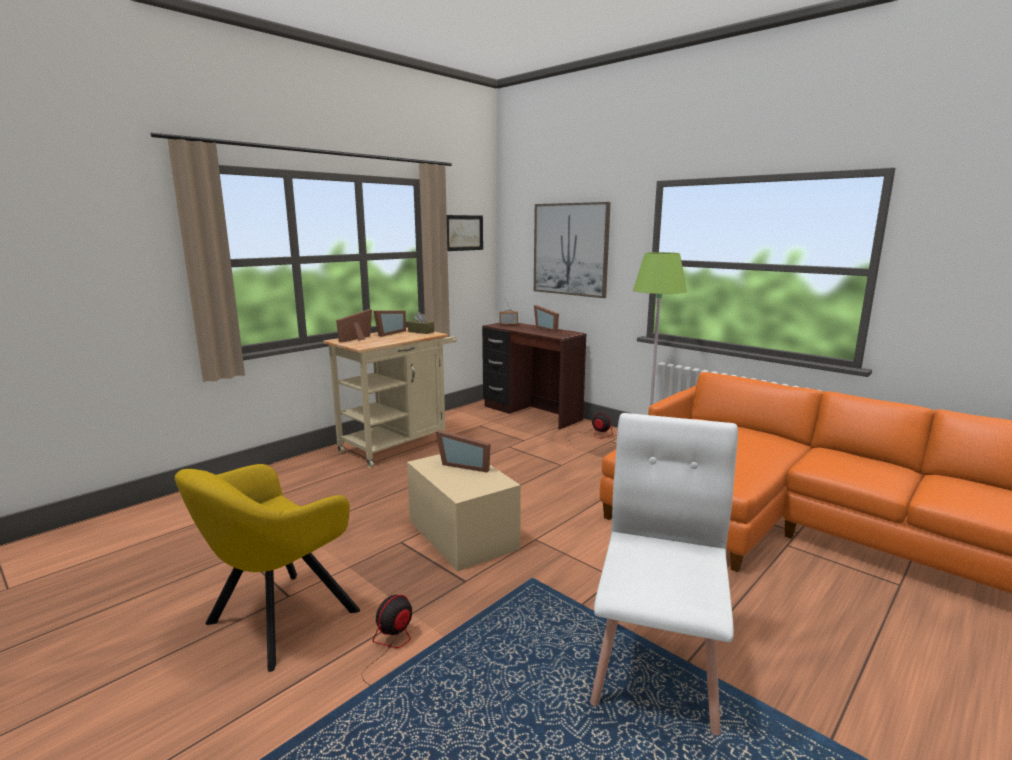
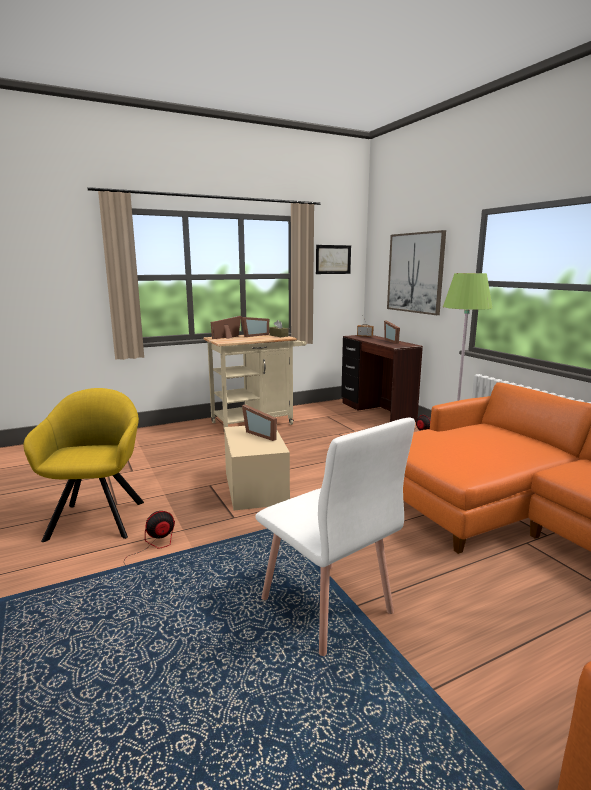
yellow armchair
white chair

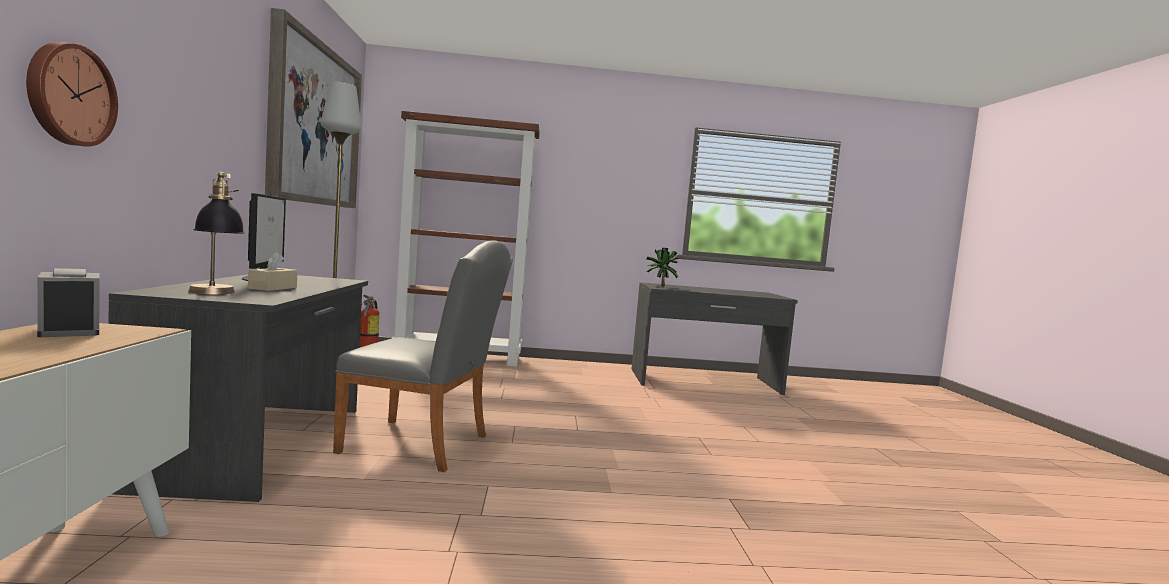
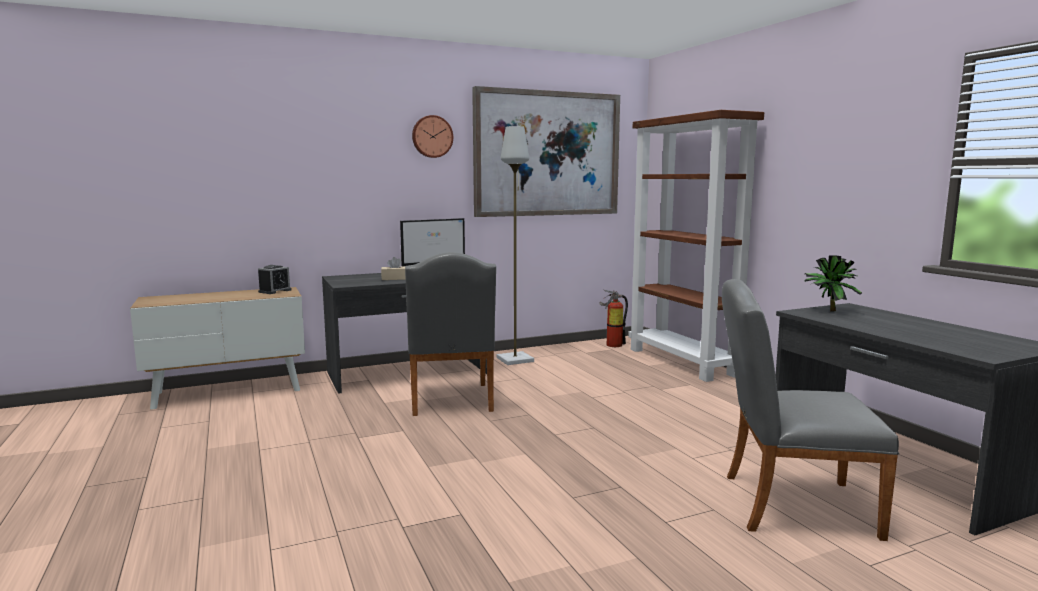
table lamp
grey chair (no. 2 from left)
wall clock

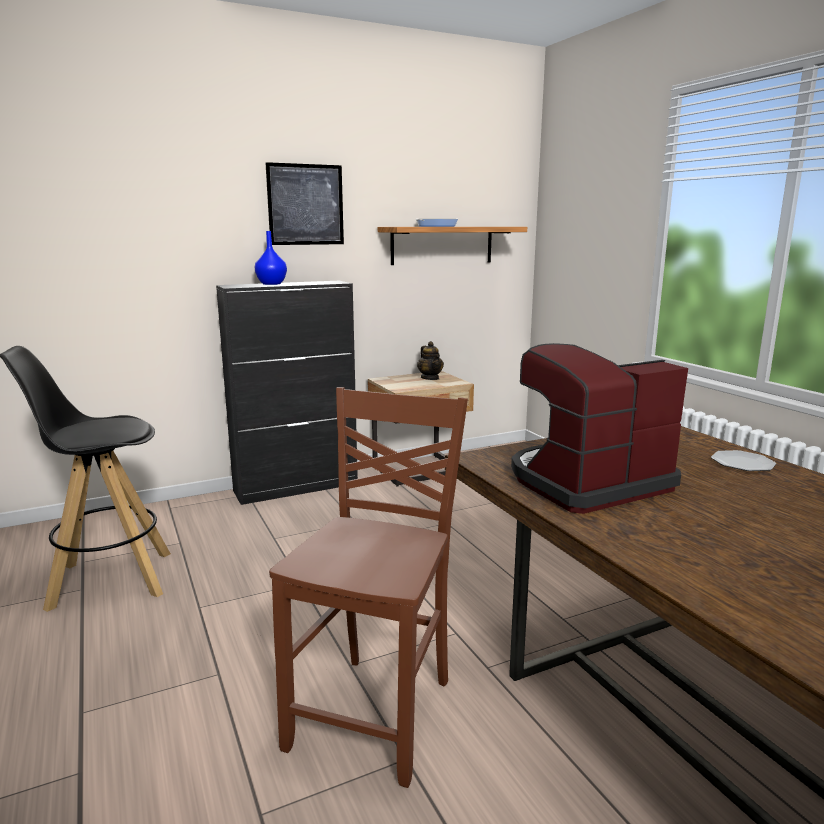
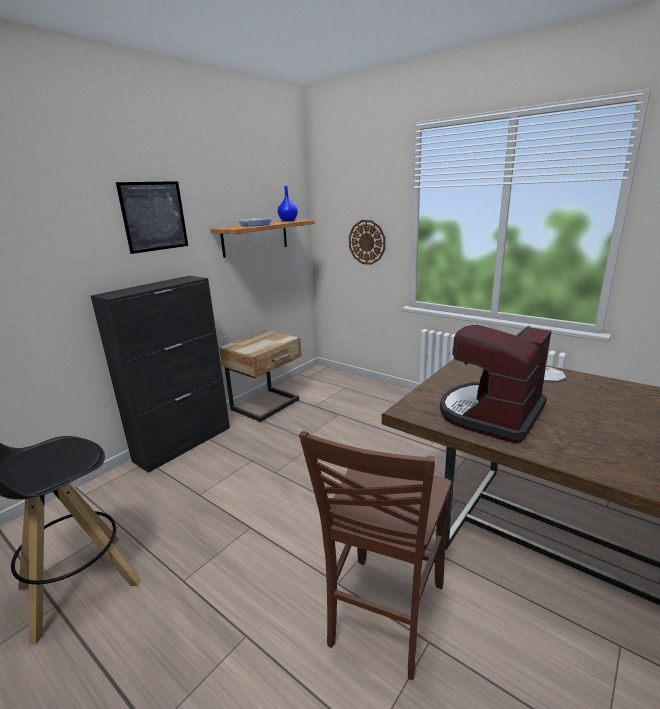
teapot
wall clock
blue vase
brown chair

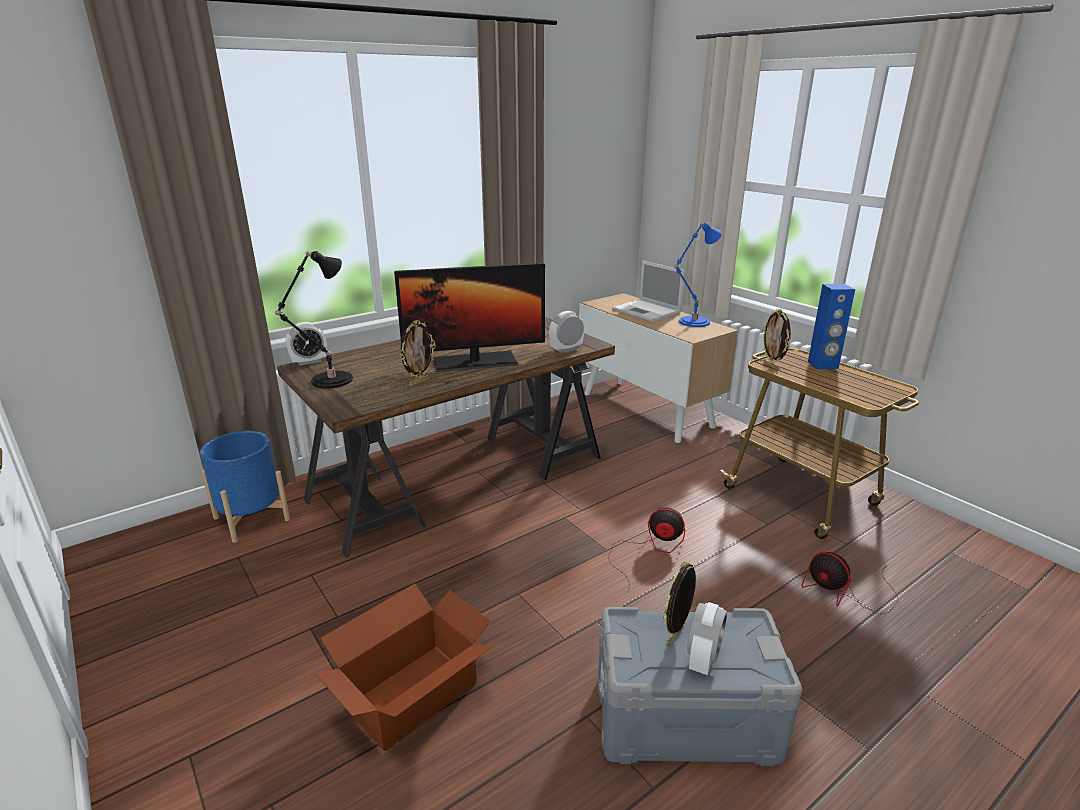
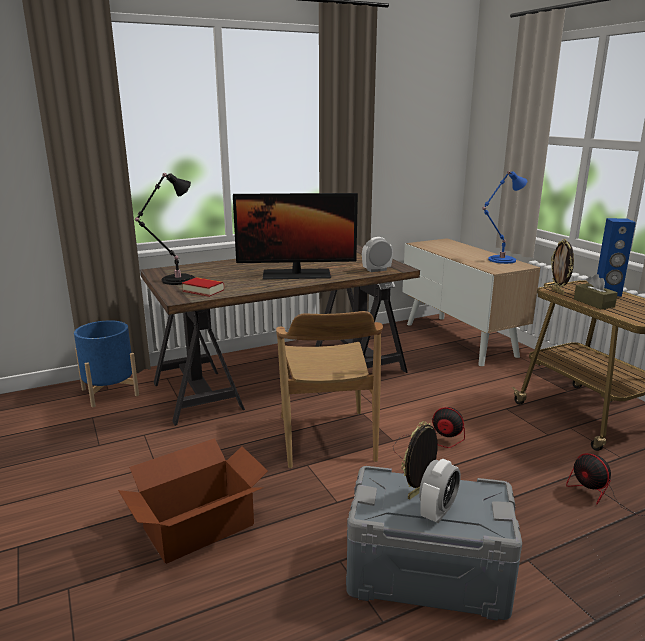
alarm clock (no. 1 from left in the first image)
picture frame (no. 1 from left in the first image)
laptop
book
brown chair
brown tissue box

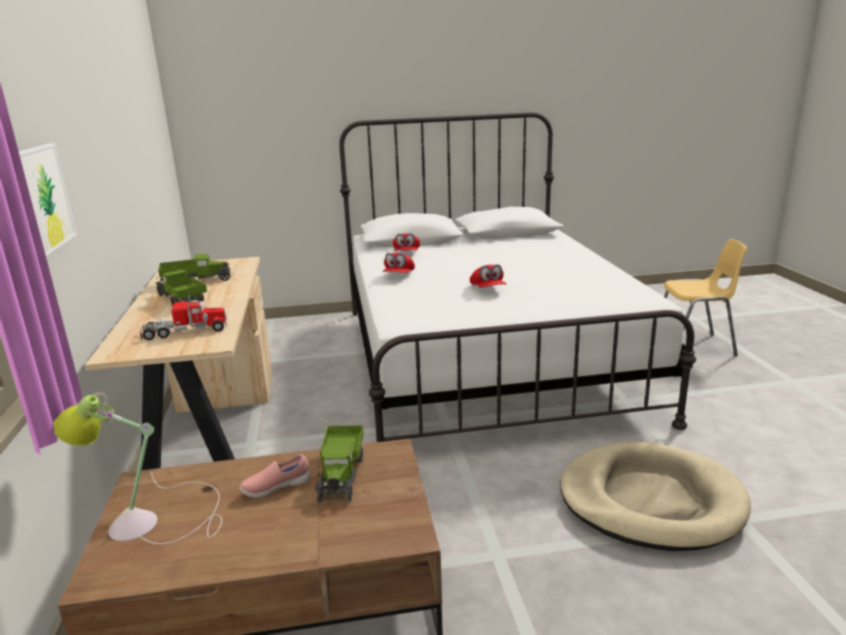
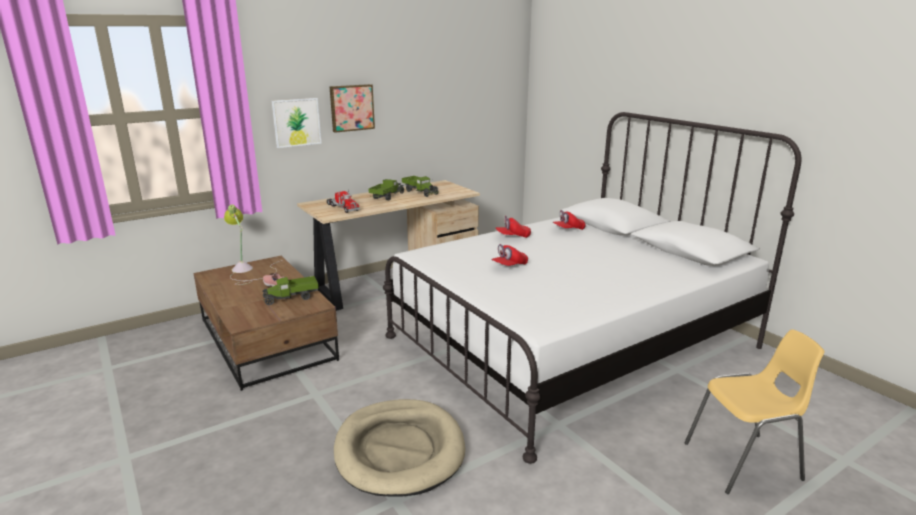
picture (no. 2 from left)
yellow chair

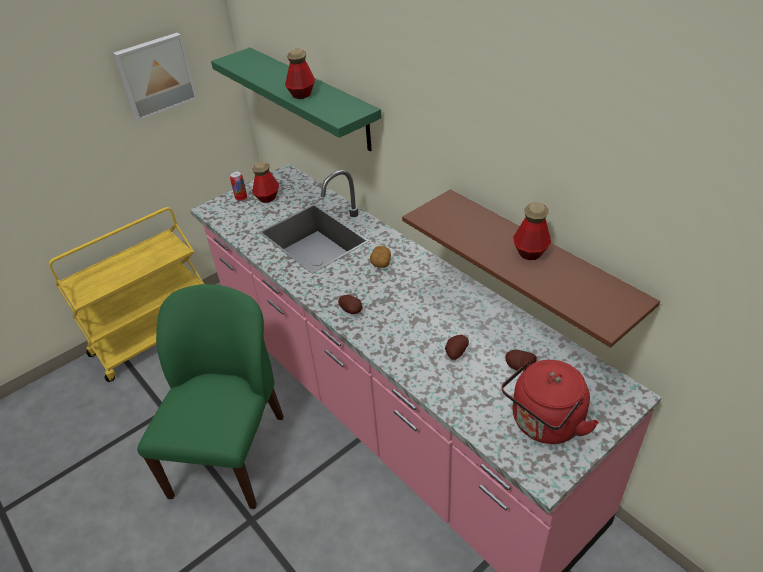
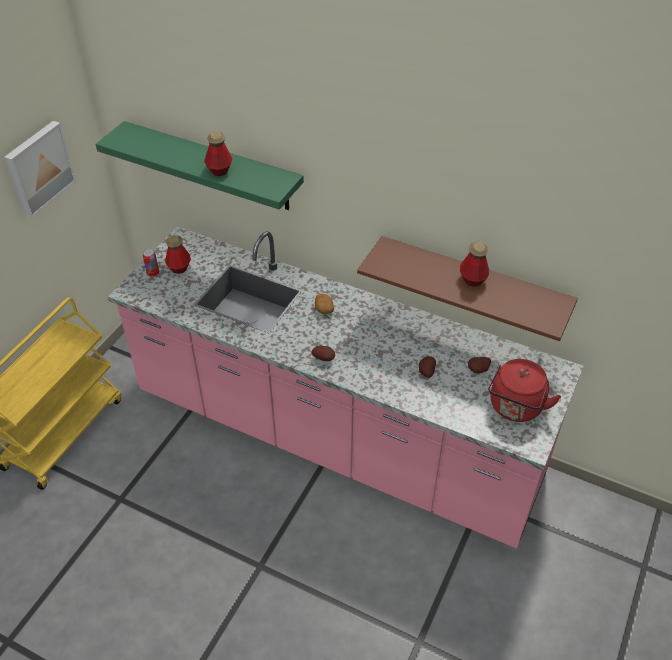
green chair

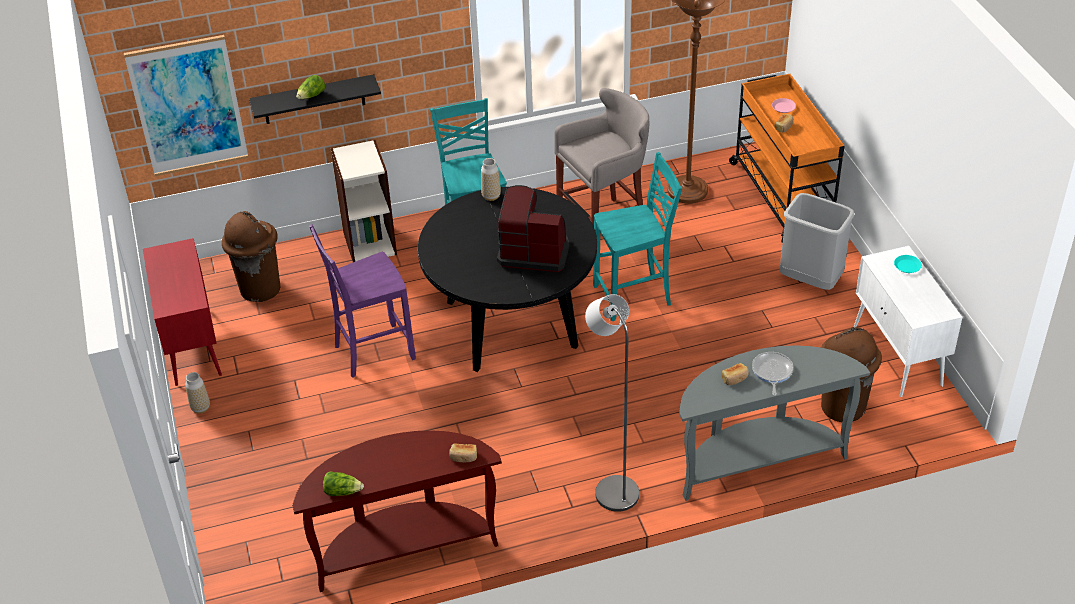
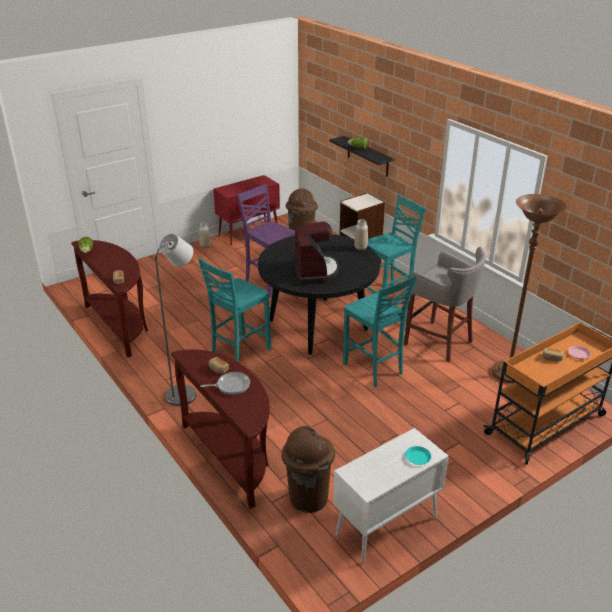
picture
grey trash can
turquoise chair (no. 1 from left)
brown console table (no. 2 from left)

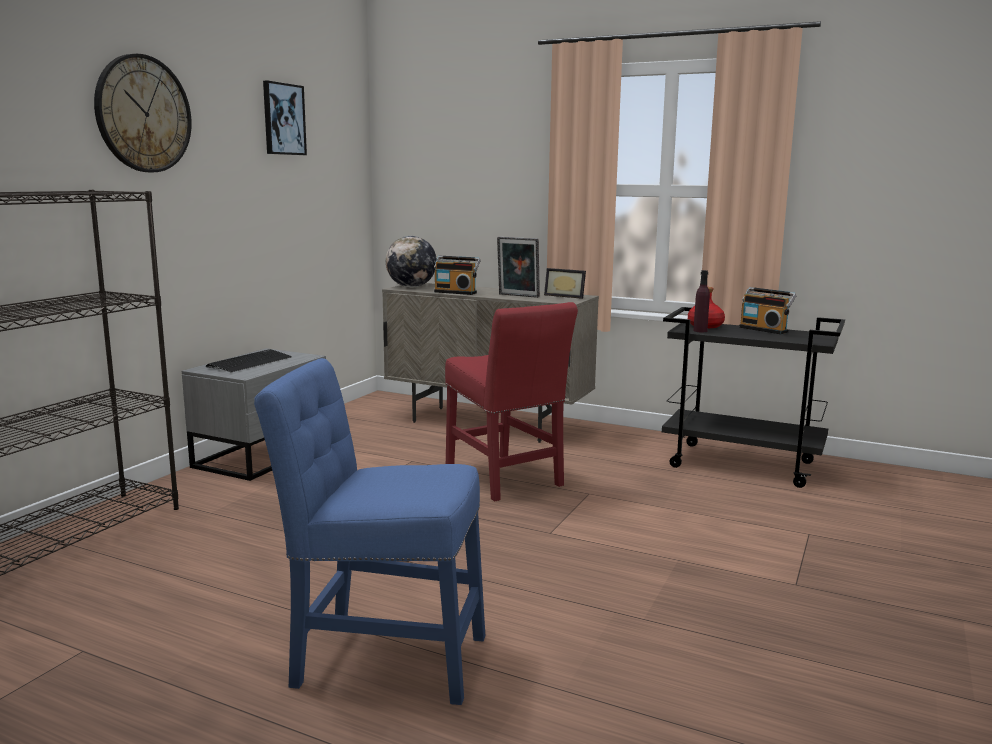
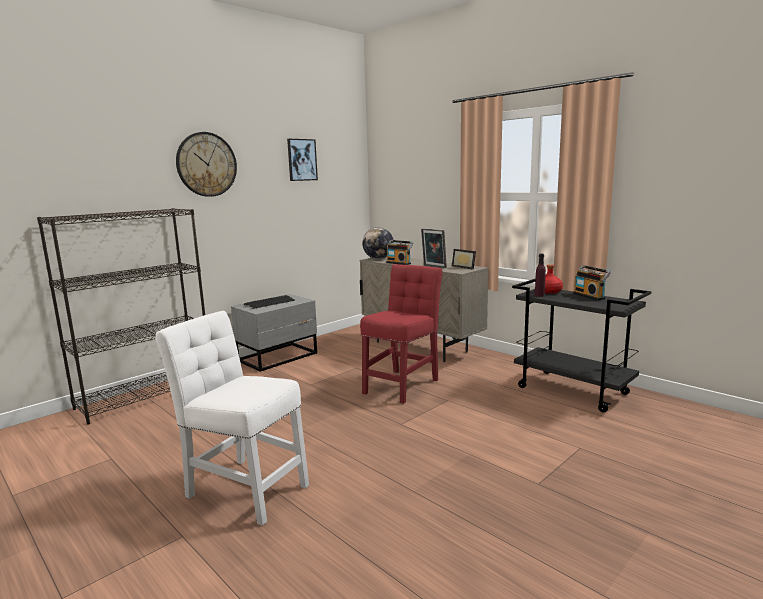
white chair
red chair

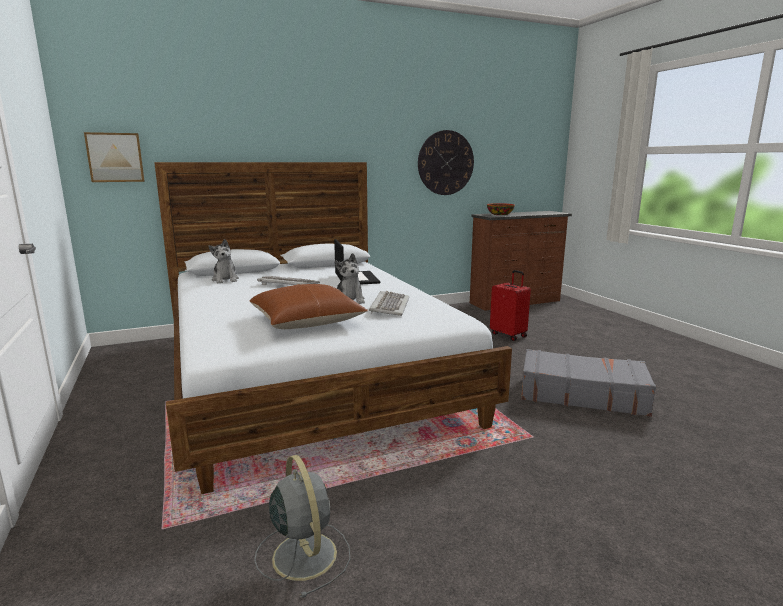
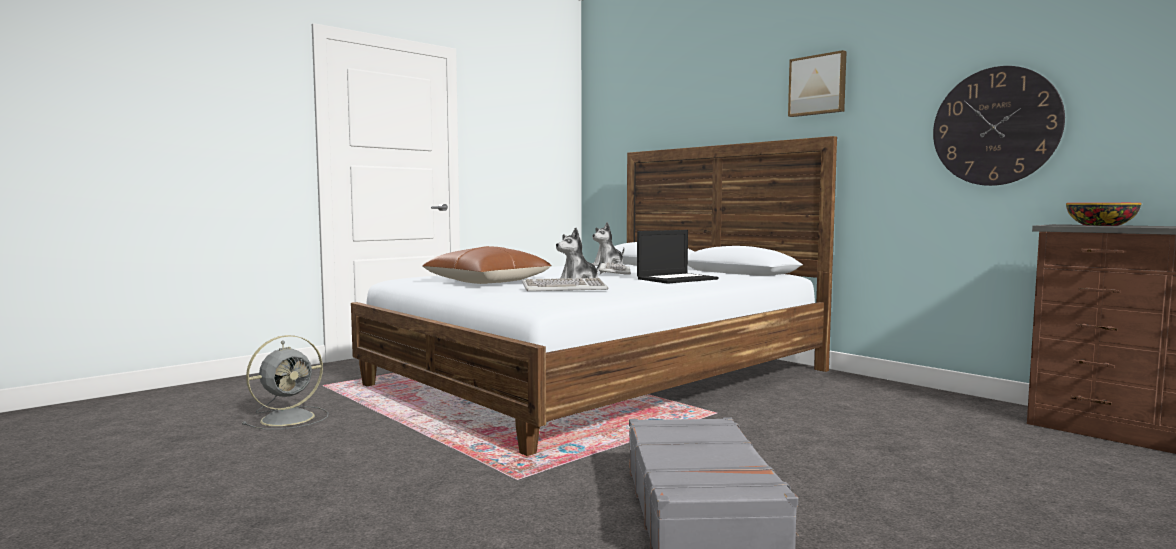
red suitcase
picture

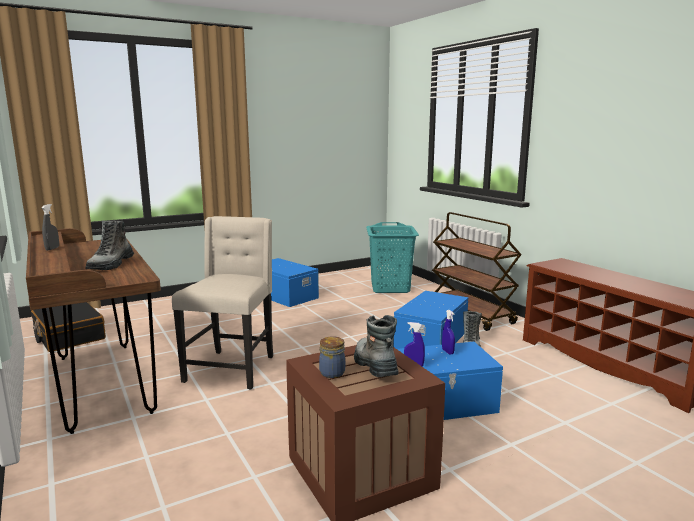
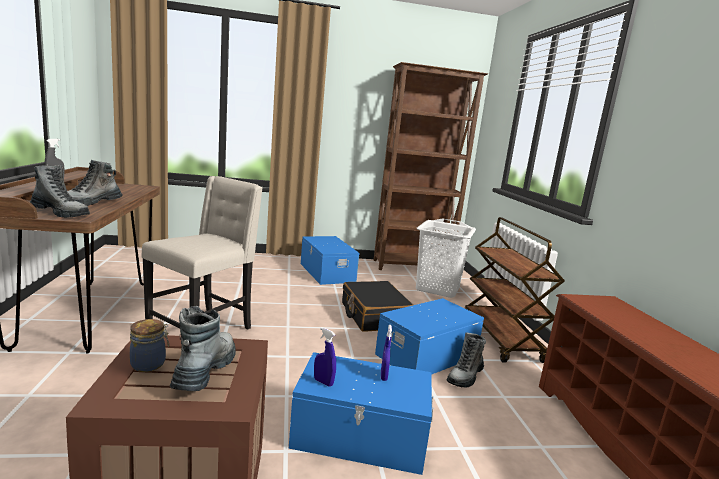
boot (no. 1 from left)
brown bookcase
black suitcase
white laundry basket

